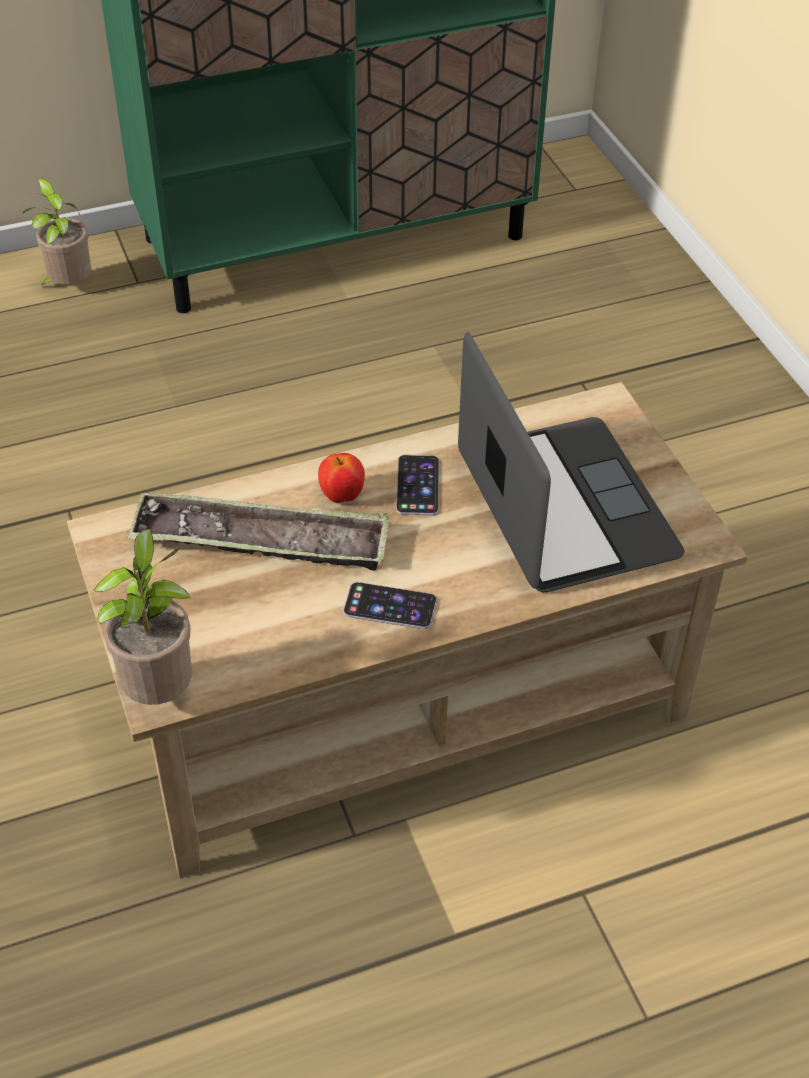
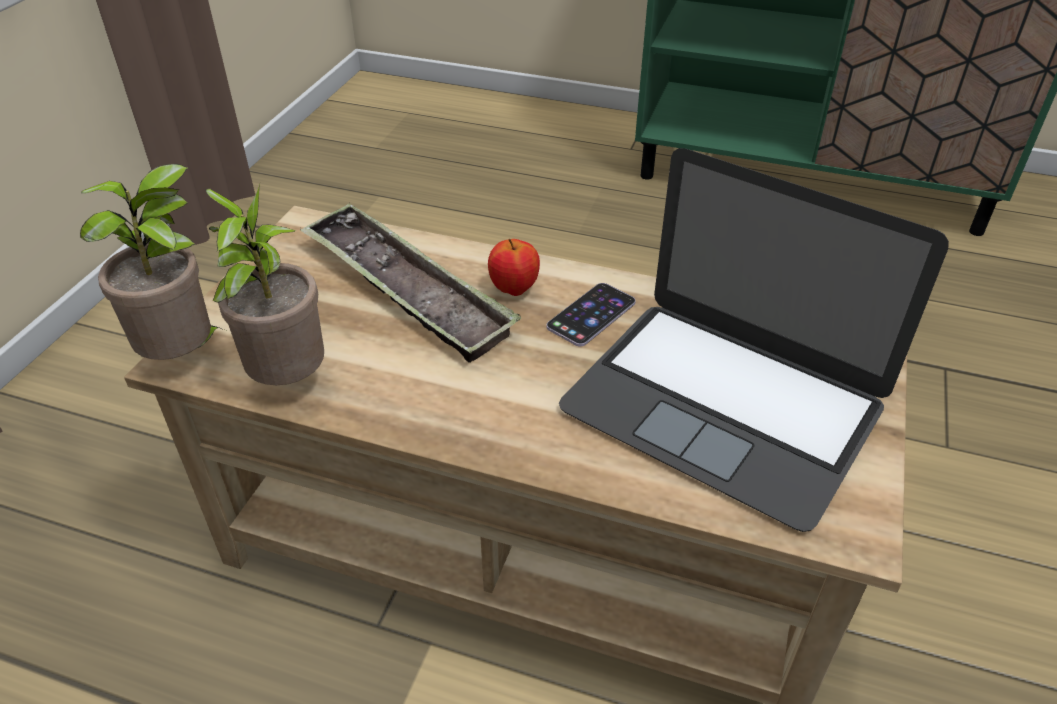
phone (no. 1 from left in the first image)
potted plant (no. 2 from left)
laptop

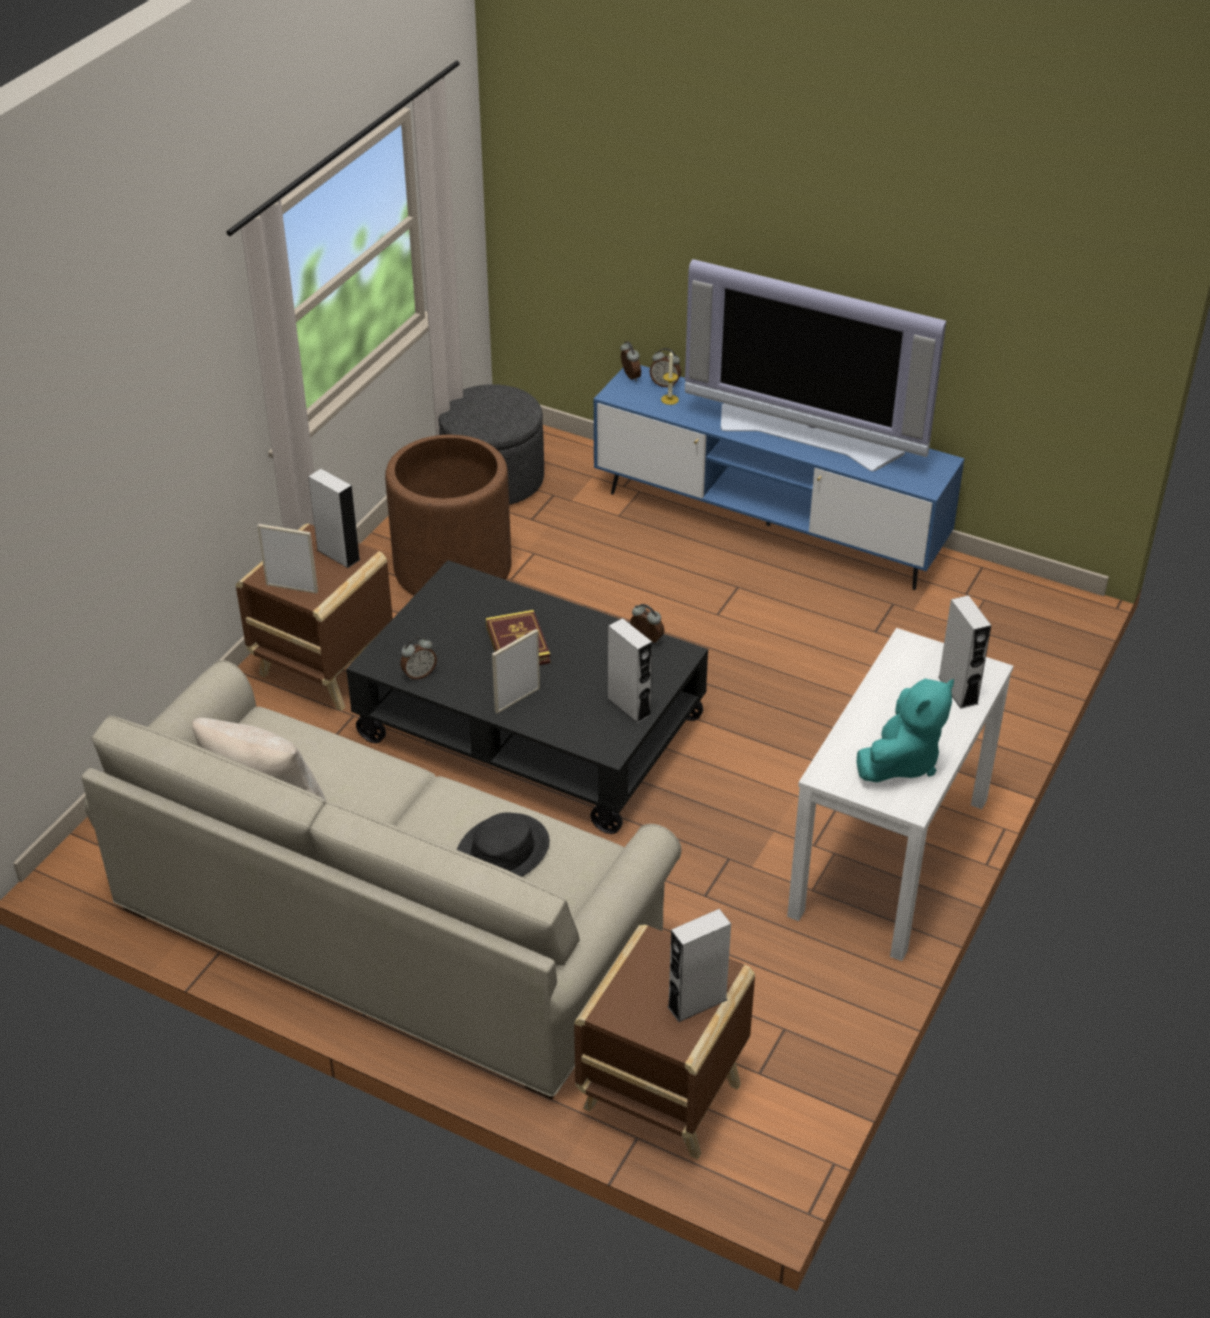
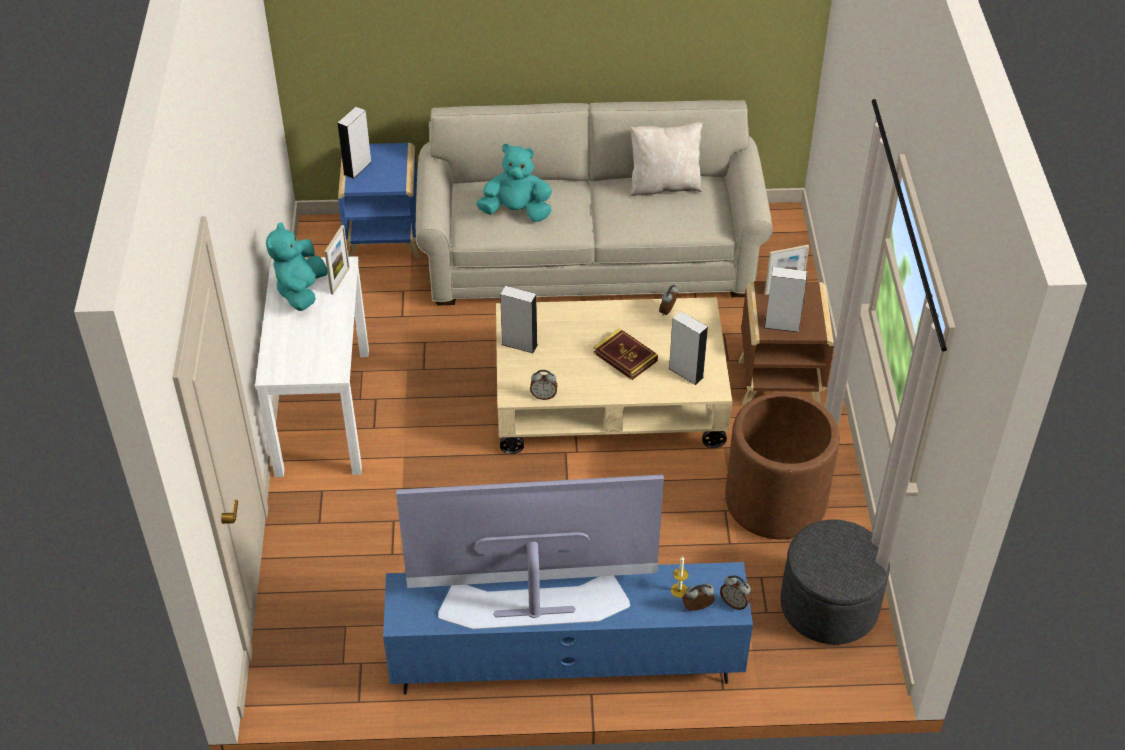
picture frame (no. 1 from left)
grey speaker (no. 3 from left)
turquoise plush toy (no. 2 from left)
beige coffee table
blue side table

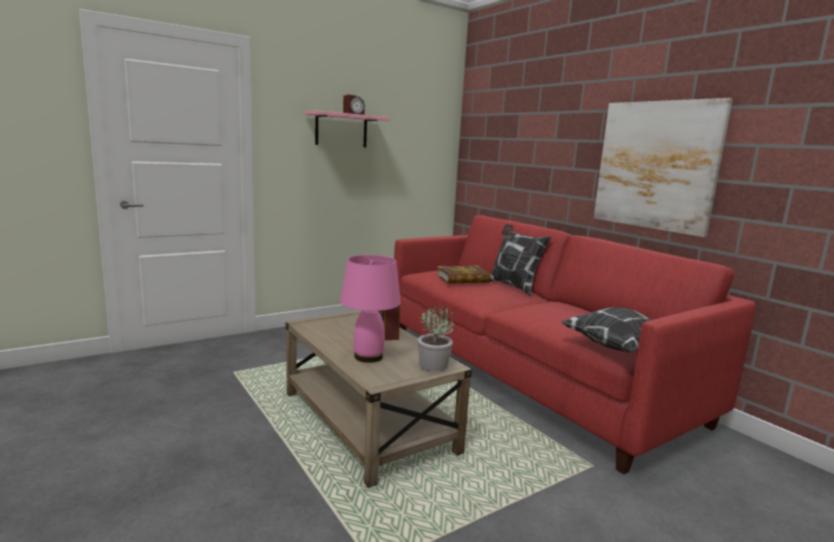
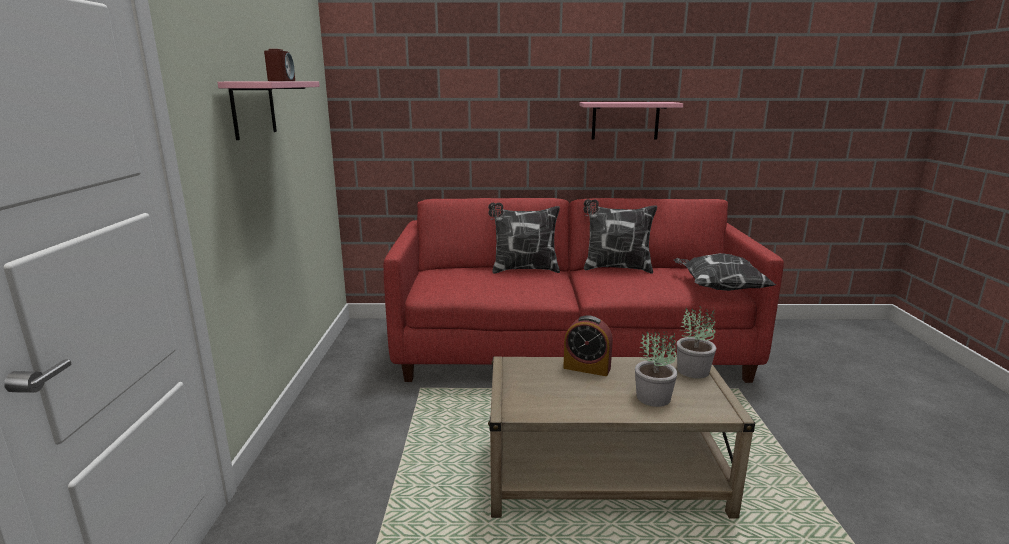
book
pillow (no. 2 from left)
potted plant (no. 1 from left)
pink shelf (no. 2 from left)

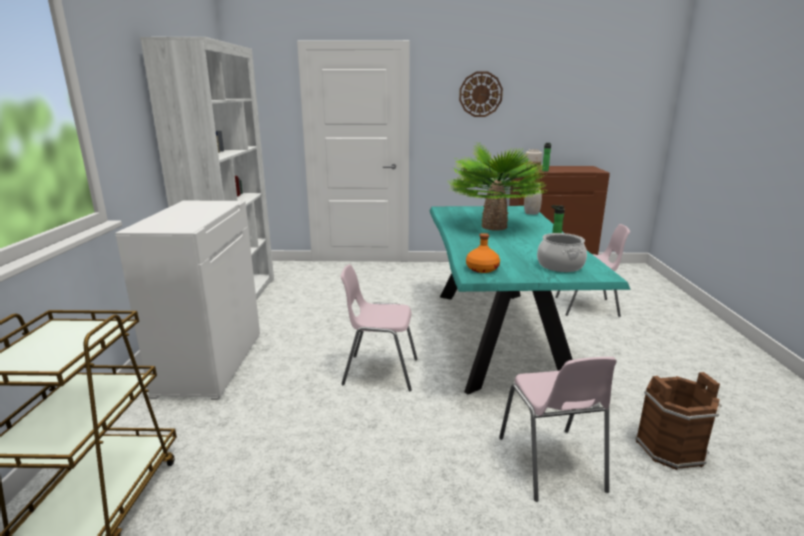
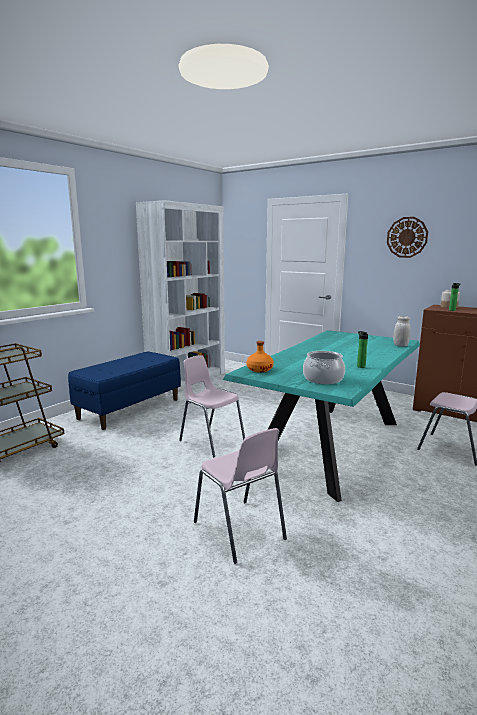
potted plant
brown bucket
blue bench
pink chair (no. 2 from left)

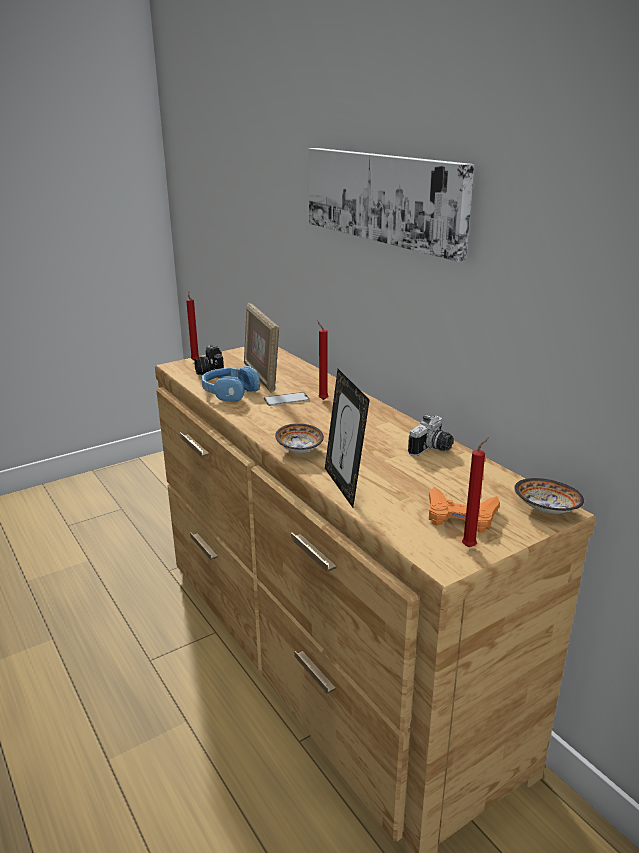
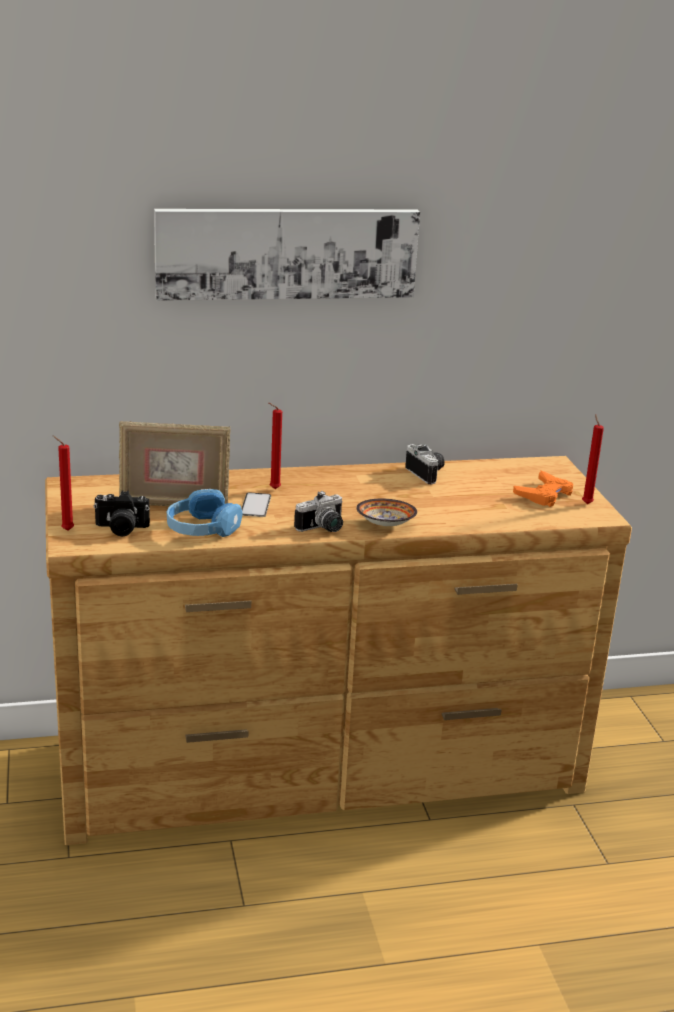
picture frame (no. 2 from left in the first image)
bowl (no. 2 from left in the first image)
photo camera (no. 2 from left)

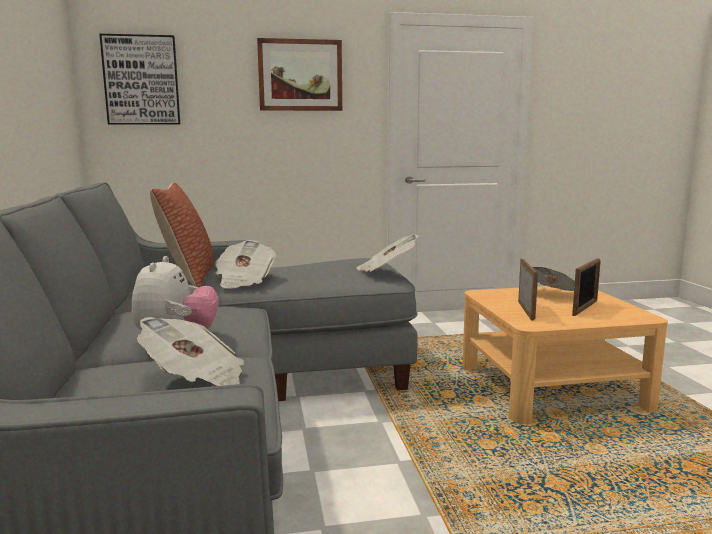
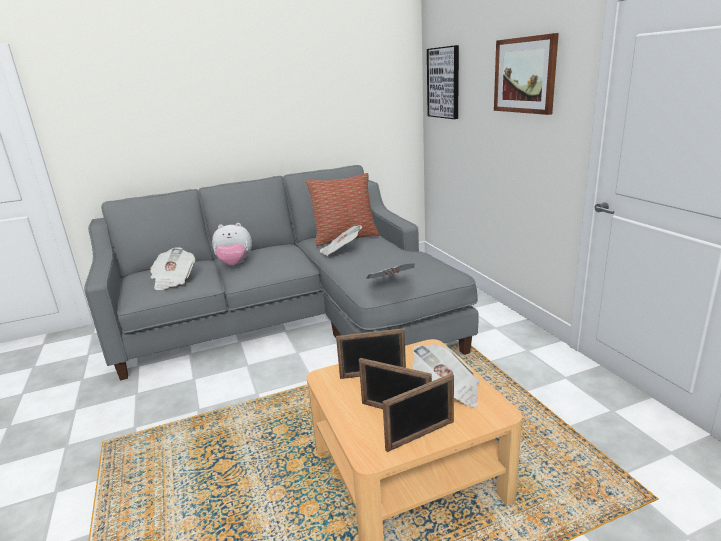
picture frame (no. 3 from left)

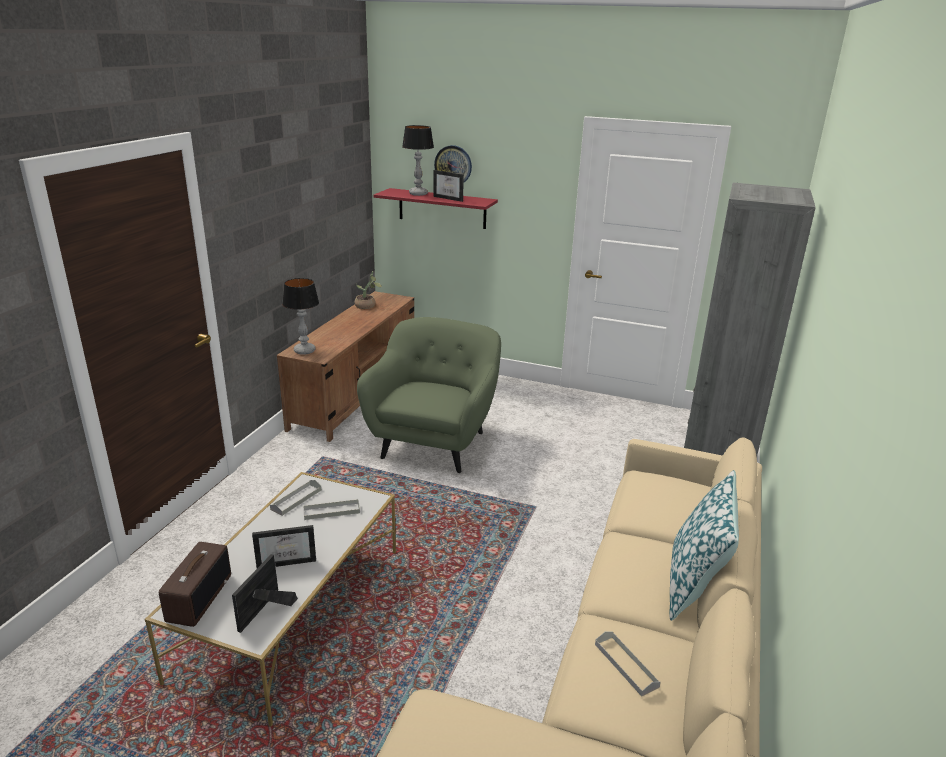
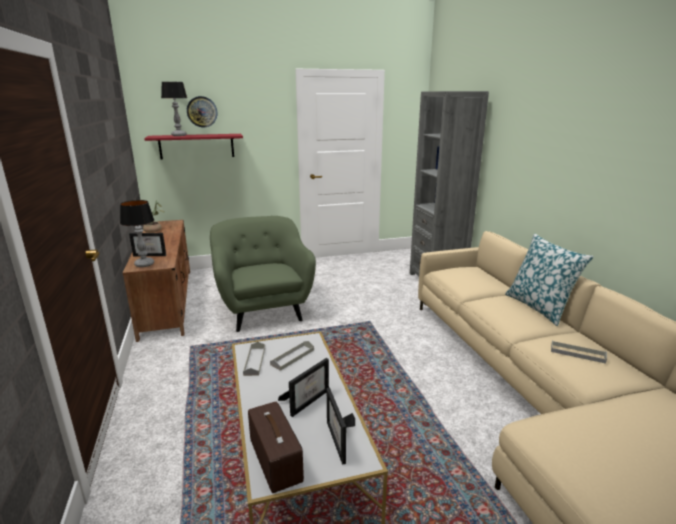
picture frame (no. 1 from left)

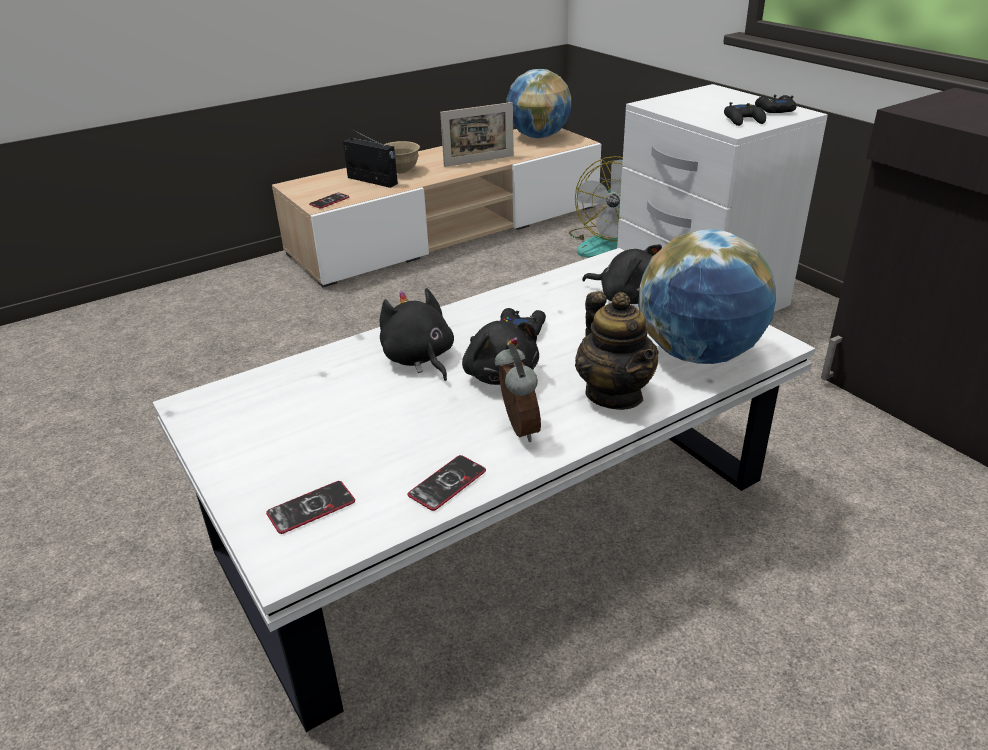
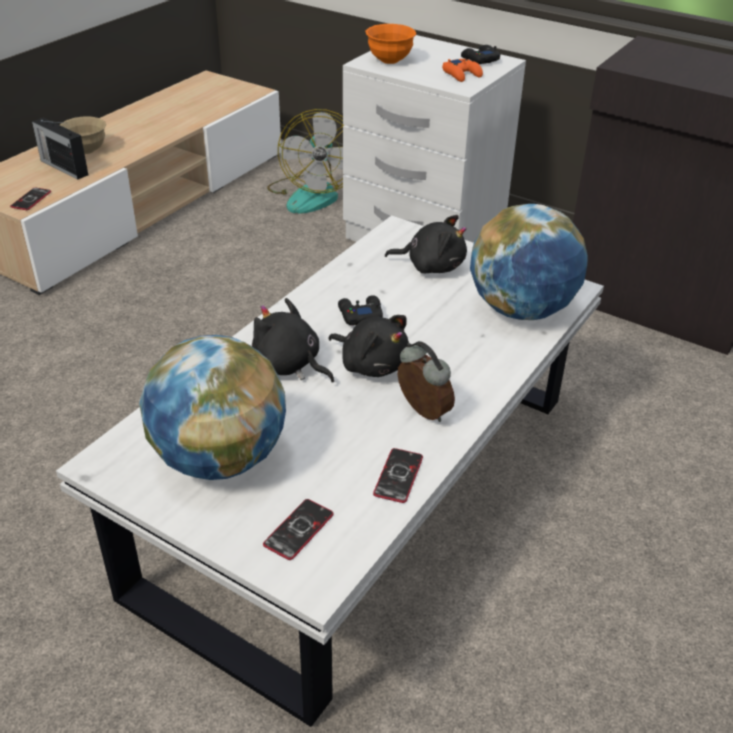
picture frame
teapot
orange bowl
globe (no. 1 from left)
orange game controller
radio

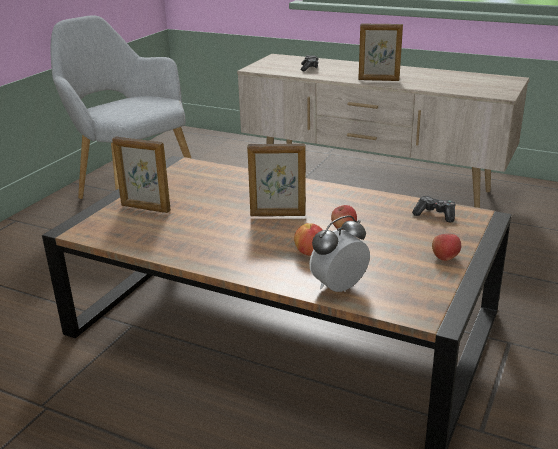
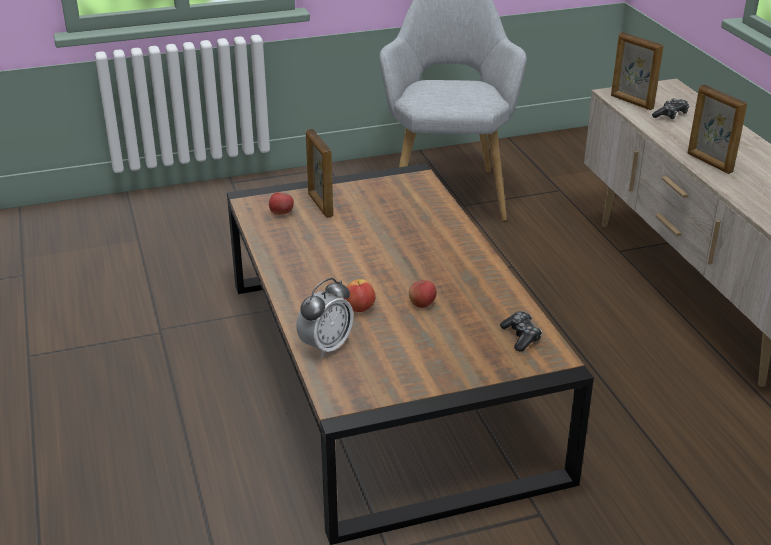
picture frame (no. 2 from left)
apple (no. 1 from left)
alarm clock

